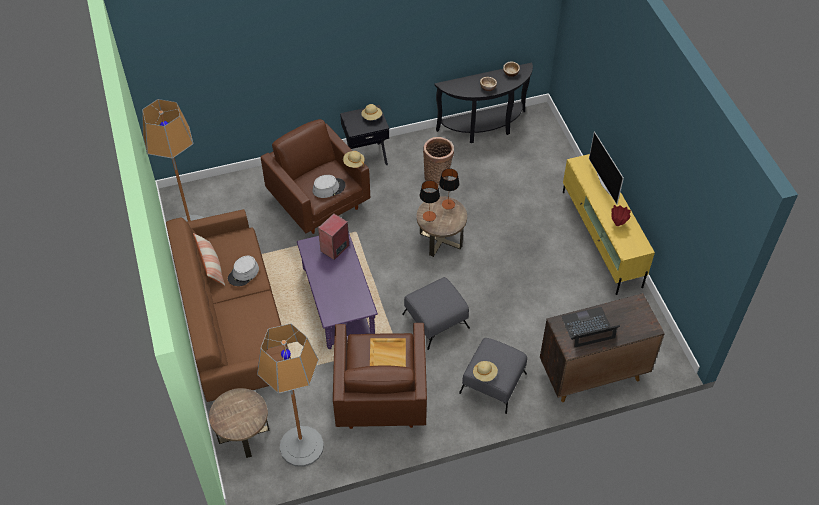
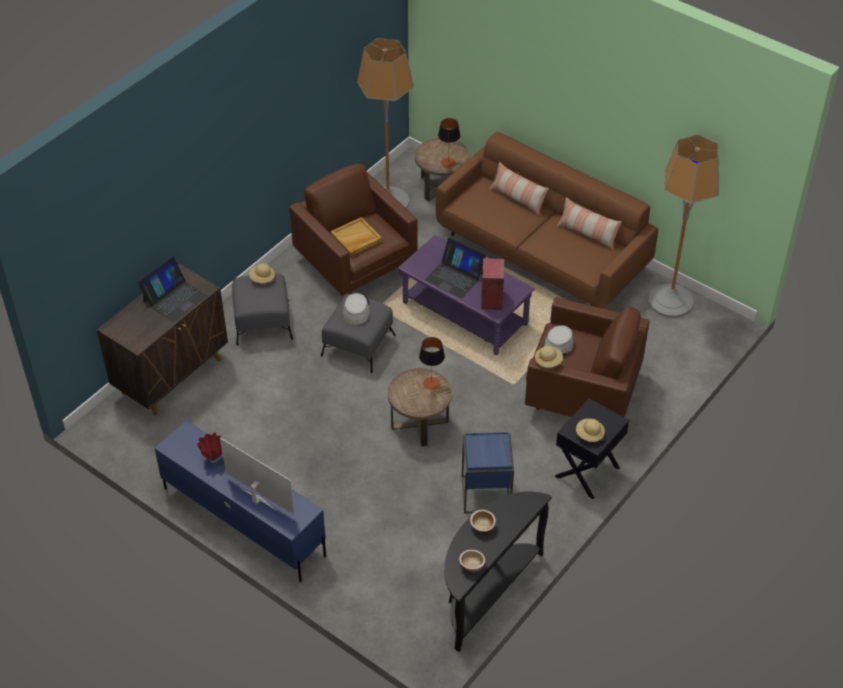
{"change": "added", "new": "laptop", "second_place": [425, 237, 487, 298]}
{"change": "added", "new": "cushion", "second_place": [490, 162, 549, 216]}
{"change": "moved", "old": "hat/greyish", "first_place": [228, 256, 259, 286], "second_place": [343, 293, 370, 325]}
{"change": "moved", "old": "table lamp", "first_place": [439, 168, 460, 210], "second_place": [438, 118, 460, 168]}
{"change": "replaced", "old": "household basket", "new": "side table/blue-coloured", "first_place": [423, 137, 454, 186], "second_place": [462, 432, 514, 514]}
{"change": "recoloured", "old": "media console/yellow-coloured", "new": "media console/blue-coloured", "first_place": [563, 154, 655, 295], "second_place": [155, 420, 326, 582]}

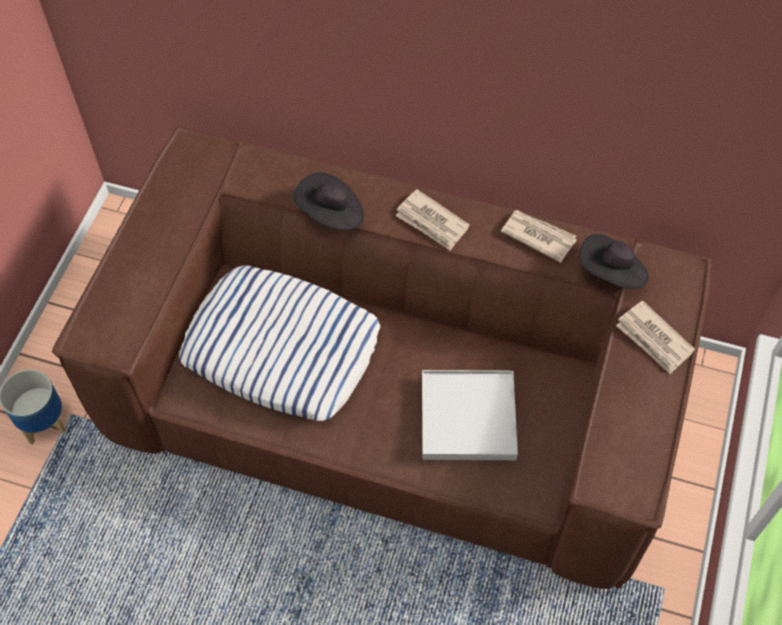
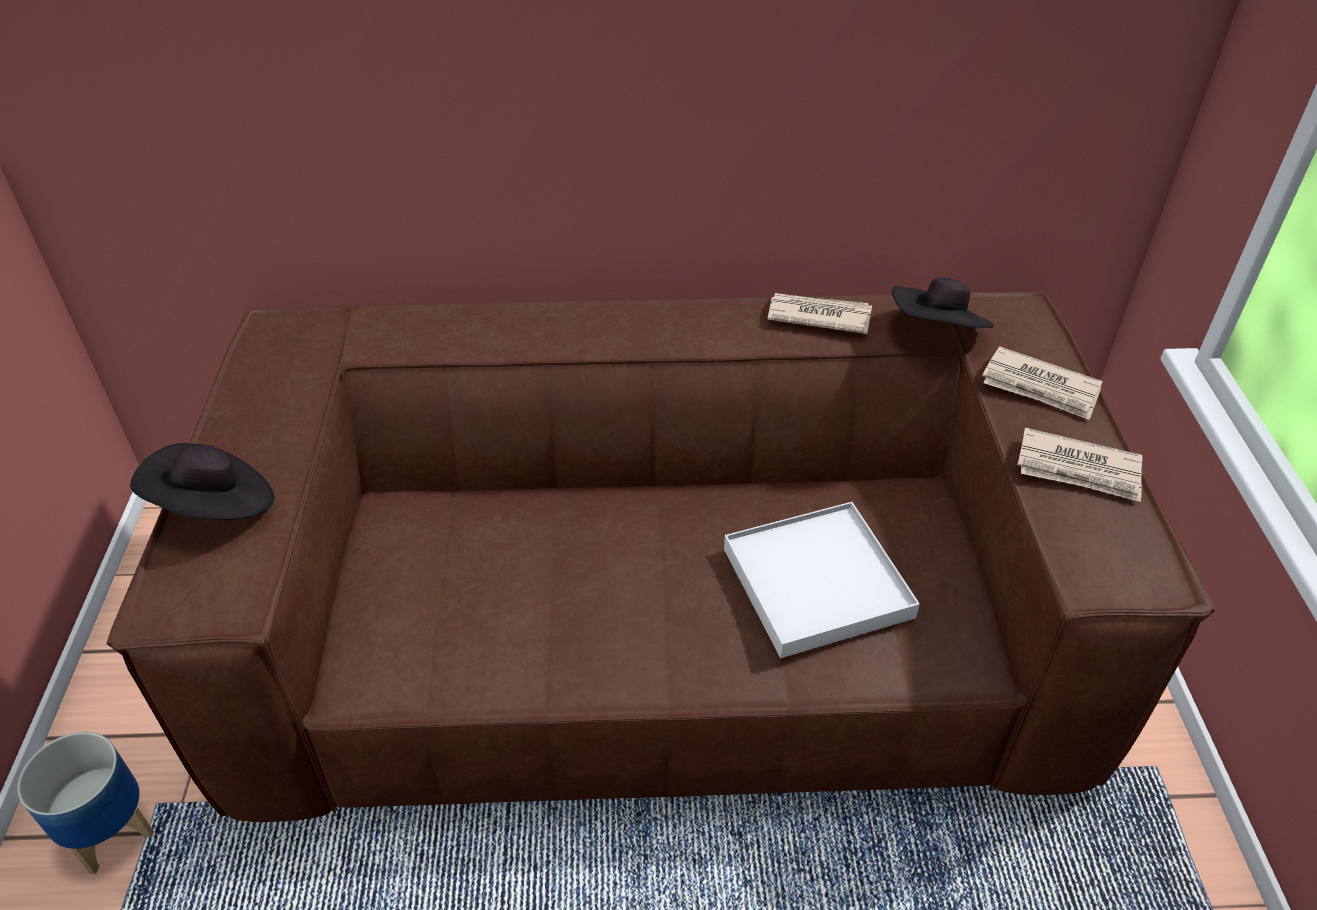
{"change": "removed", "old": "cushion", "first_place": [179, 265, 380, 421]}
{"change": "moved", "old": "hat/black-coloured", "first_place": [293, 173, 364, 230], "second_place": [130, 443, 275, 520]}
{"change": "moved", "old": "newspaper", "first_place": [395, 189, 470, 251], "second_place": [1017, 428, 1142, 502]}

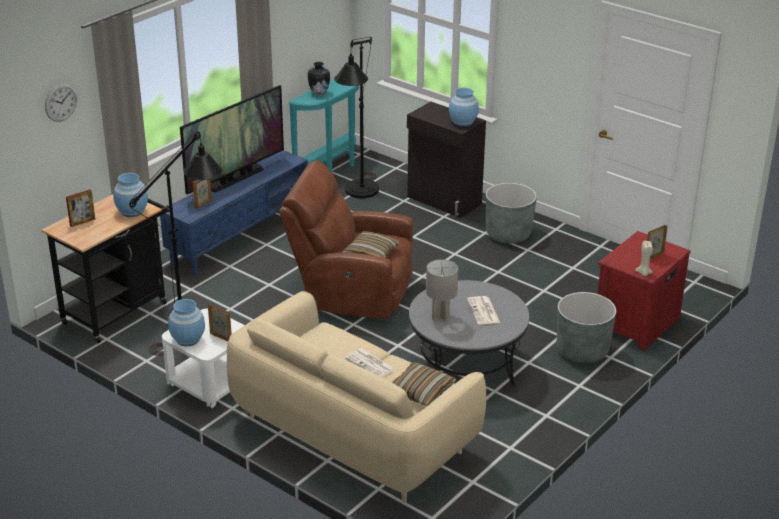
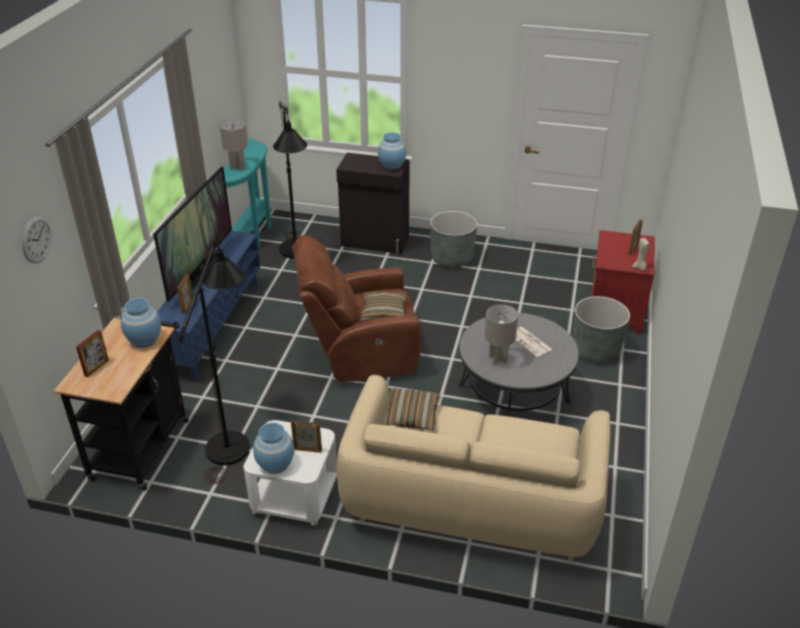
{"change": "removed", "old": "newspaper", "first_place": [345, 348, 396, 377]}
{"change": "moved", "old": "cushion", "first_place": [392, 362, 456, 406], "second_place": [383, 388, 441, 430]}
{"change": "replaced", "old": "vase", "new": "table lamp/greyish", "first_place": [308, 62, 330, 96], "second_place": [220, 119, 248, 171]}

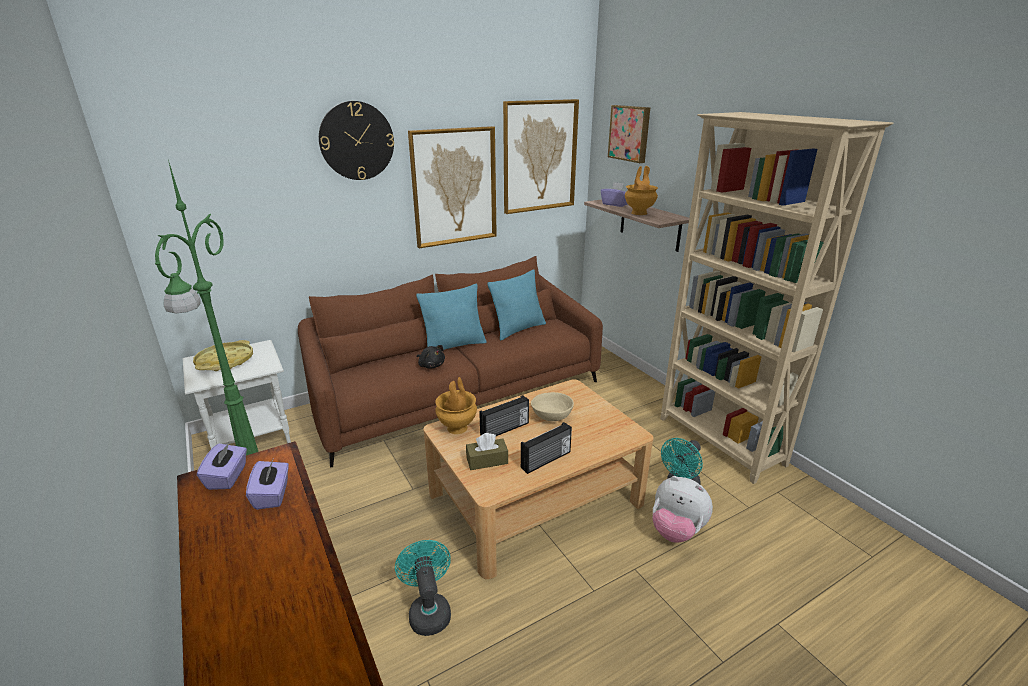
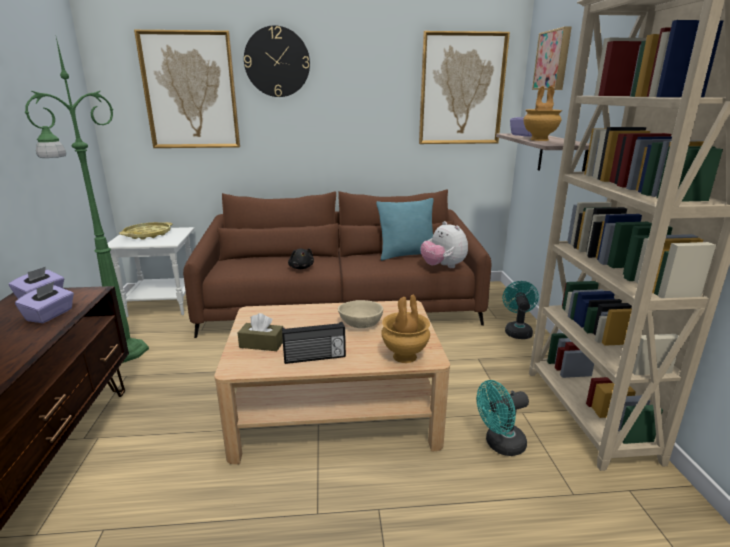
{"change": "removed", "old": "cushion/turquoise-coloured", "first_place": [416, 284, 487, 350]}
{"change": "removed", "old": "radio receiver", "first_place": [479, 395, 529, 436]}
{"change": "moved", "old": "cooling fan/turquoise-coloured", "first_place": [395, 540, 451, 636], "second_place": [503, 281, 539, 339]}
{"change": "moved", "old": "wall picture", "first_place": [408, 126, 497, 248], "second_place": [134, 30, 240, 148]}
{"change": "moved", "old": "vase/brown-coloured", "first_place": [435, 377, 477, 434], "second_place": [381, 295, 430, 363]}
{"change": "moved", "old": "cuddly toy", "first_place": [653, 476, 713, 543], "second_place": [420, 221, 468, 268]}

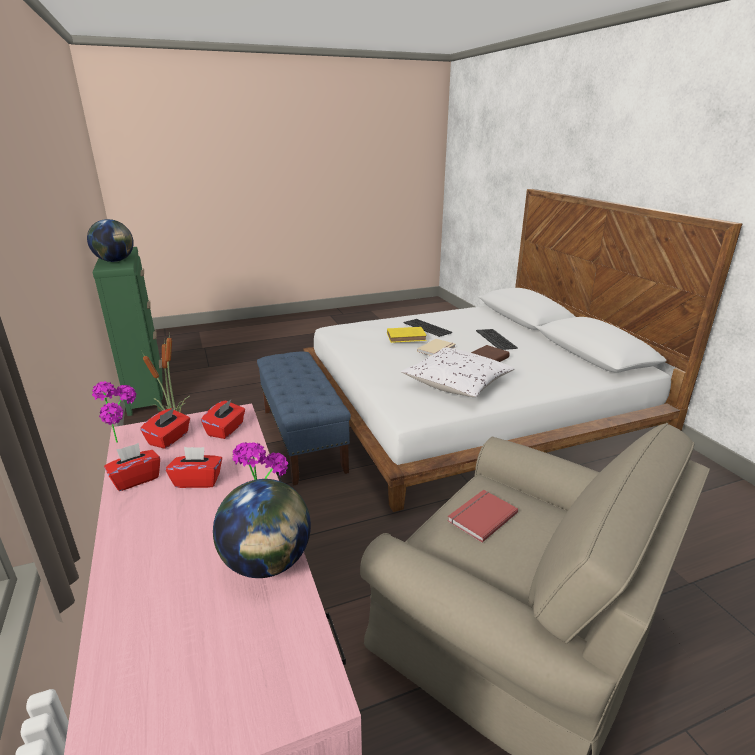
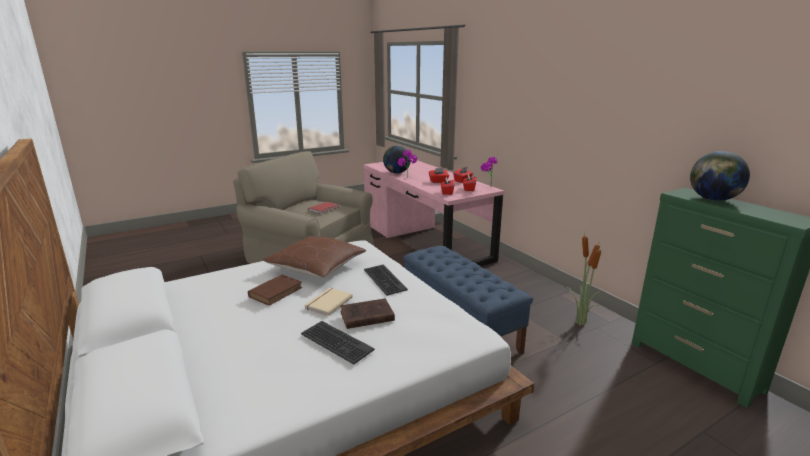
{"change": "moved", "old": "keyboard", "first_place": [476, 329, 518, 350], "second_place": [364, 265, 408, 296]}
{"change": "recoloured", "old": "volume/yellow-coloured", "new": "volume/brown-coloured", "first_place": [387, 327, 427, 343], "second_place": [340, 298, 395, 329]}
{"change": "recoloured", "old": "cushion/whitish", "new": "cushion/brown-coloured", "first_place": [401, 347, 514, 397], "second_place": [263, 236, 366, 278]}

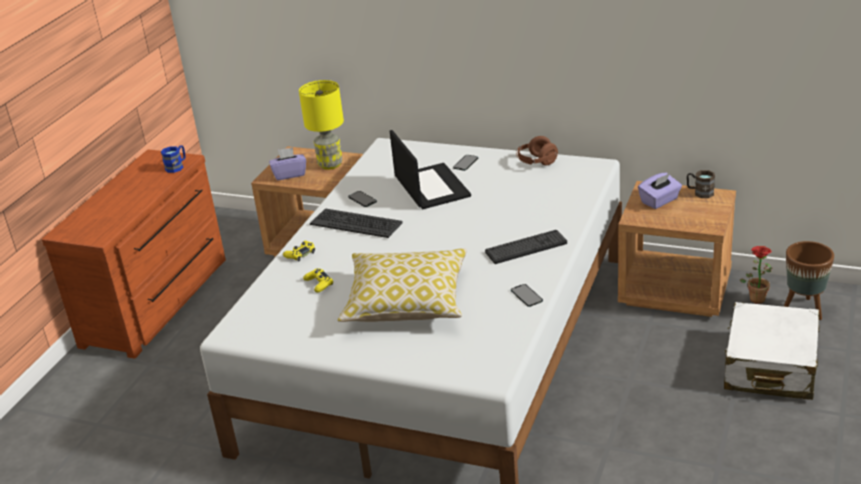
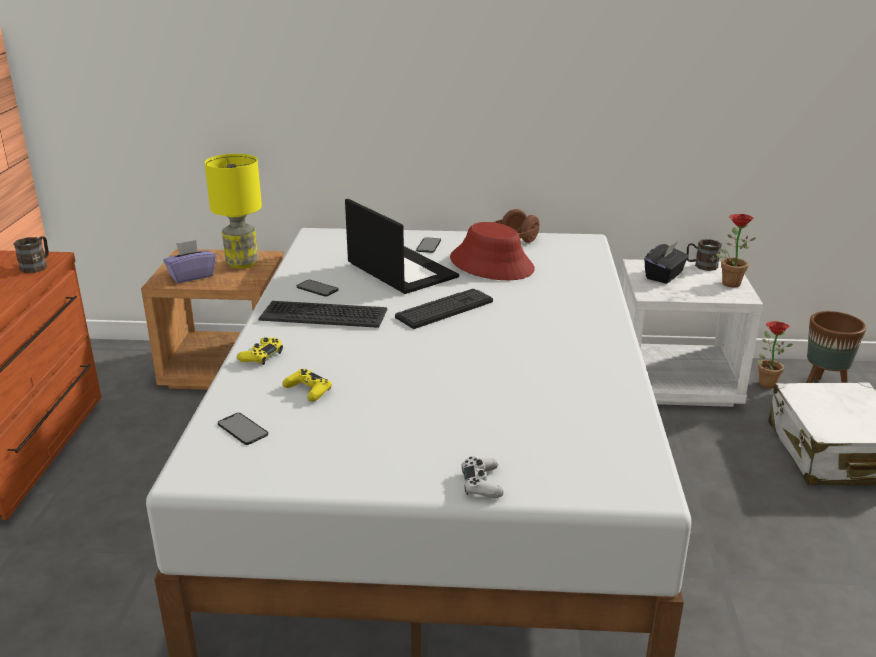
{"change": "removed", "old": "cushion", "first_place": [338, 248, 467, 322]}
{"change": "added", "new": "hat/reddish", "second_place": [450, 222, 535, 280]}
{"change": "added", "new": "gamepad/whitish", "second_place": [462, 457, 504, 498]}
{"change": "added", "new": "houseplant", "second_place": [716, 214, 756, 287]}
{"change": "moved", "old": "keyboard", "first_place": [485, 230, 567, 264], "second_place": [395, 289, 493, 329]}
{"change": "moved", "old": "phone", "first_place": [511, 284, 543, 307], "second_place": [218, 413, 268, 445]}
{"change": "recoloured", "old": "coffee mug/blue-coloured", "new": "coffee mug/brown-coloured", "first_place": [161, 145, 186, 173], "second_place": [14, 236, 49, 273]}
{"change": "recoloured", "old": "night table/brown-coloured", "new": "night table/whitish", "first_place": [618, 181, 736, 317], "second_place": [620, 259, 763, 407]}
{"change": "recoloured", "old": "tissue box/purple", "new": "tissue box/black-coloured", "first_place": [638, 173, 682, 209], "second_place": [644, 242, 689, 284]}

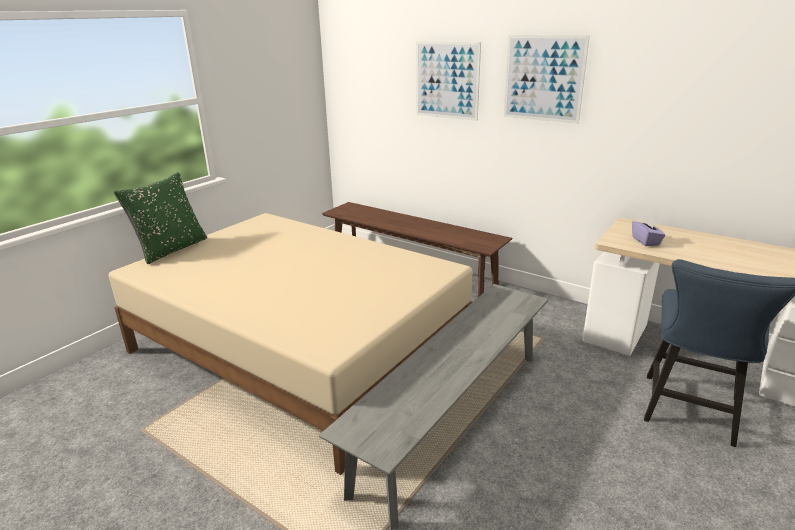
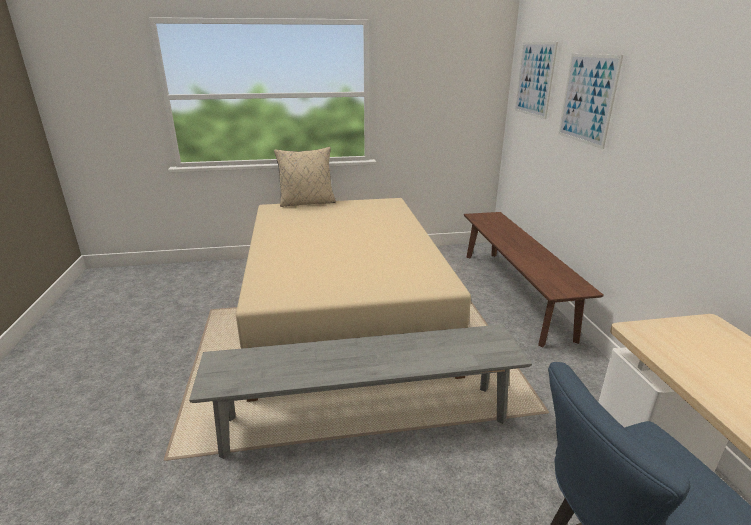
{"change": "removed", "old": "tissue box/purple", "first_place": [632, 217, 666, 246]}
{"change": "moved", "old": "wall picture", "first_place": [504, 35, 590, 124], "second_place": [515, 42, 558, 119]}
{"change": "recoloured", "old": "cushion/green-coloured", "new": "cushion/beige", "first_place": [114, 172, 207, 264], "second_place": [274, 147, 336, 207]}

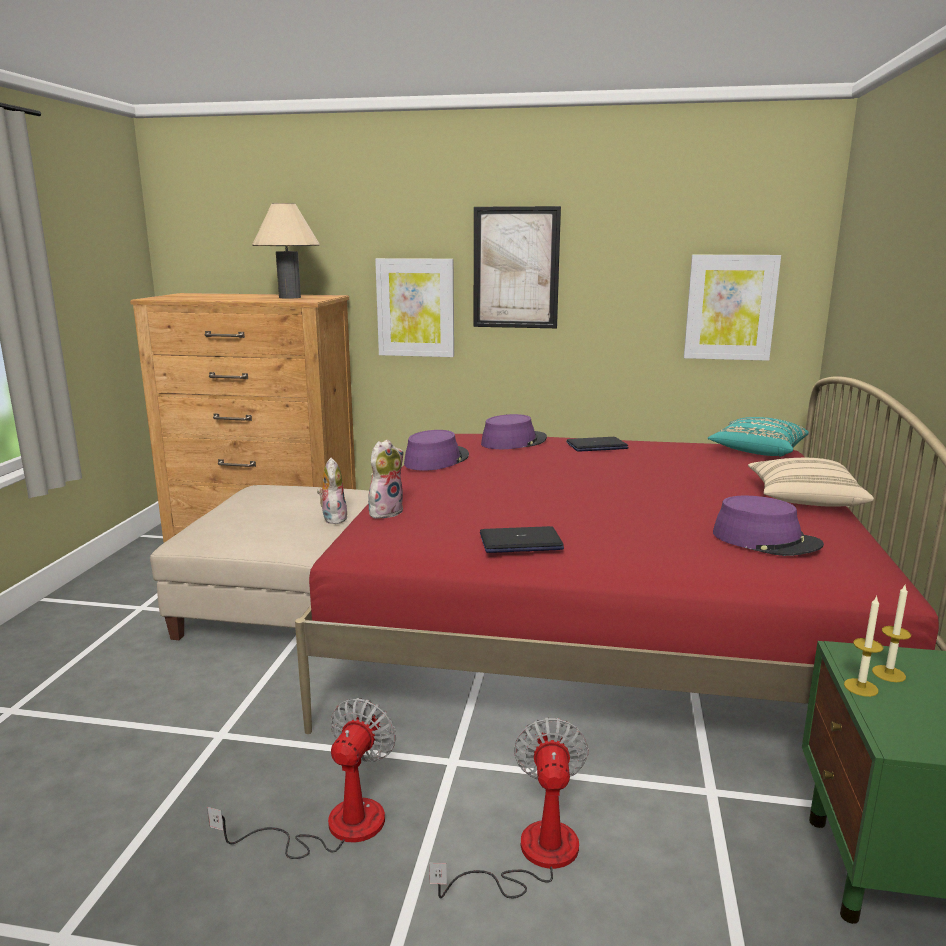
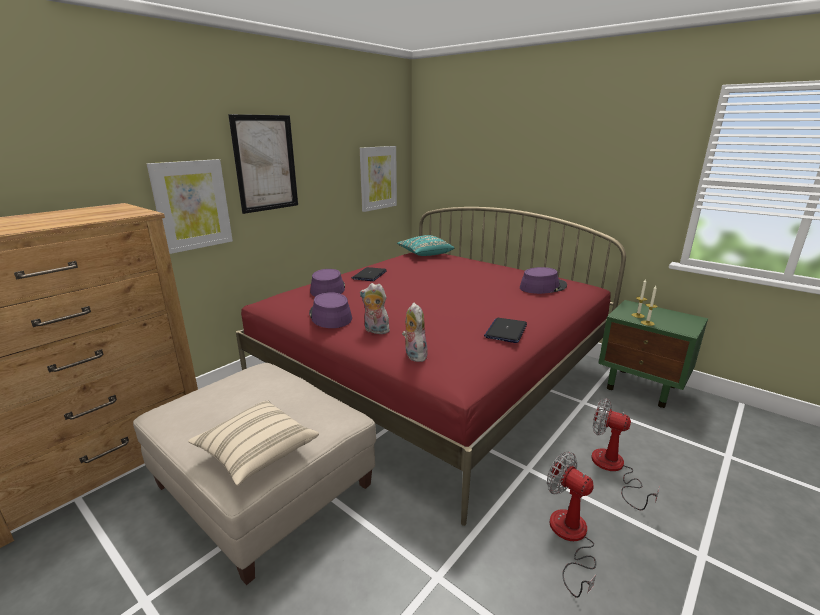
{"change": "removed", "old": "table lamp/beige", "first_place": [252, 203, 320, 299]}
{"change": "moved", "old": "cuddly toy", "first_place": [317, 458, 348, 524], "second_place": [360, 283, 390, 334]}
{"change": "moved", "old": "cushion/beige", "first_place": [748, 458, 874, 507], "second_place": [188, 401, 319, 486]}

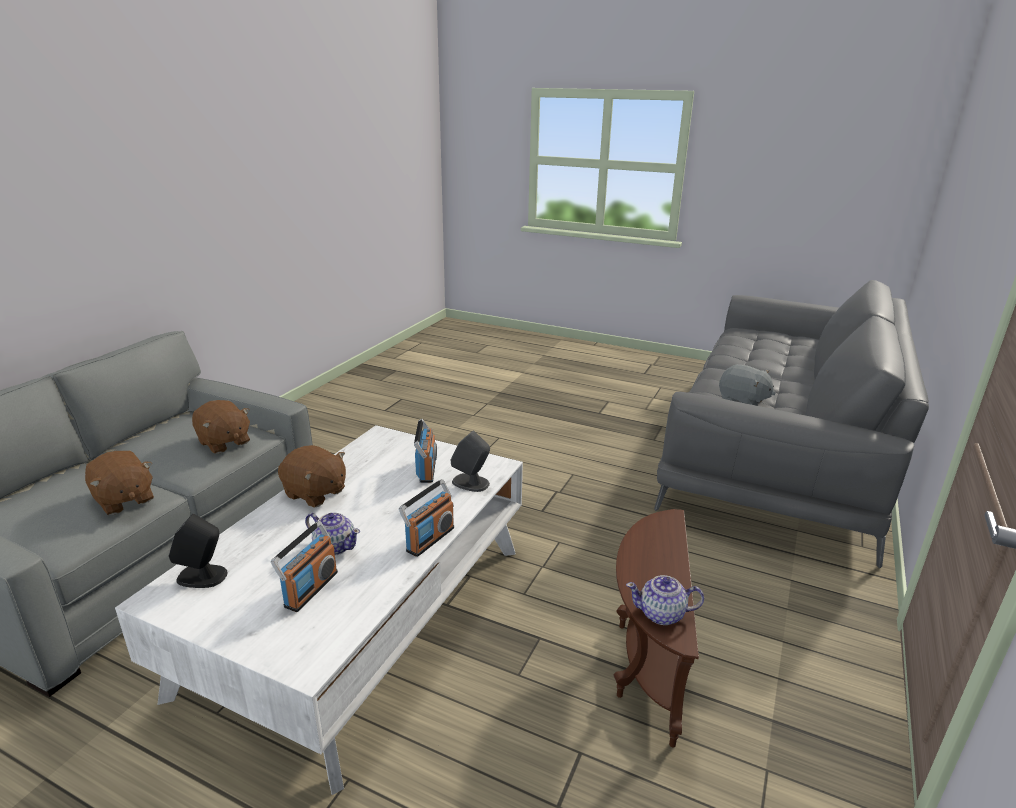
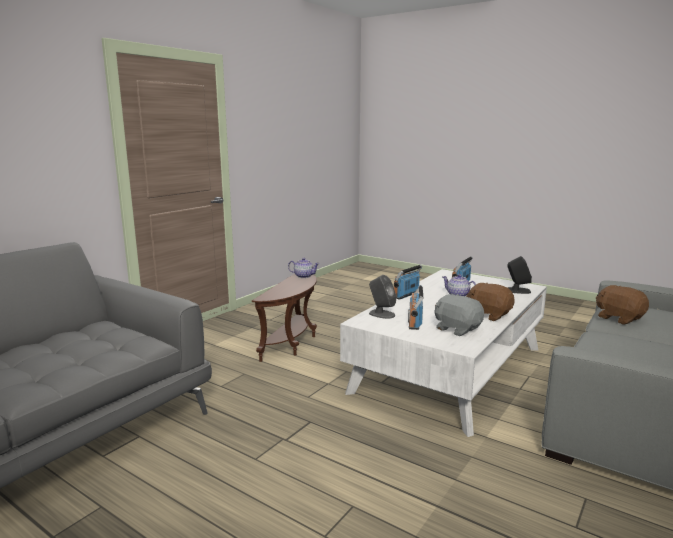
{"change": "removed", "old": "cuddly toy/brown-coloured", "first_place": [192, 400, 250, 454]}
{"change": "moved", "old": "cuddly toy/greyish", "first_place": [719, 364, 776, 406], "second_place": [434, 294, 484, 336]}

